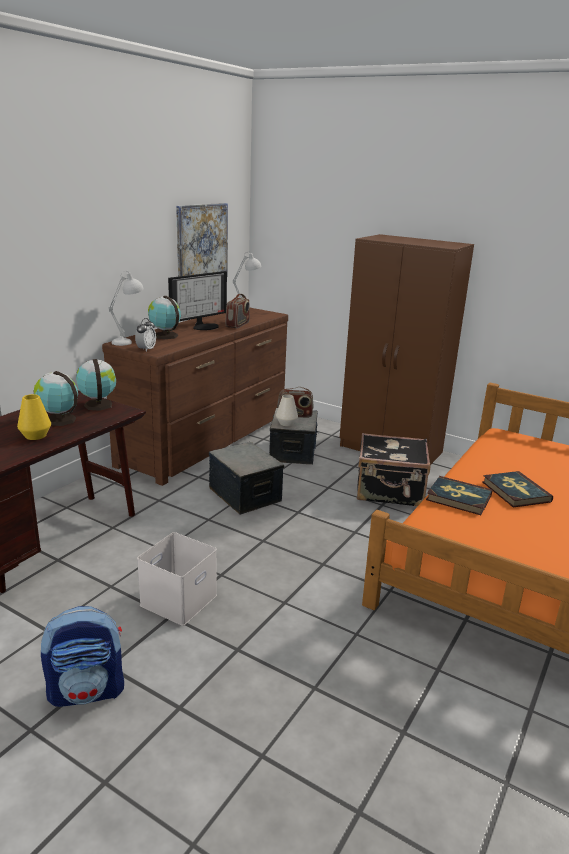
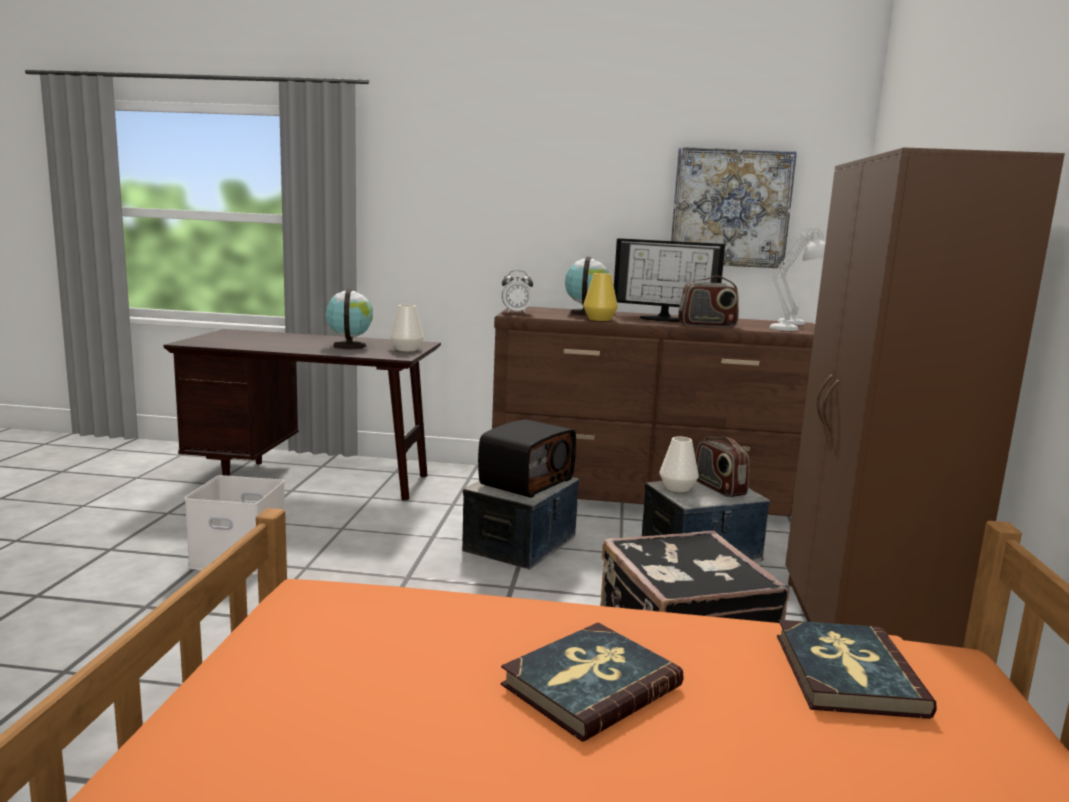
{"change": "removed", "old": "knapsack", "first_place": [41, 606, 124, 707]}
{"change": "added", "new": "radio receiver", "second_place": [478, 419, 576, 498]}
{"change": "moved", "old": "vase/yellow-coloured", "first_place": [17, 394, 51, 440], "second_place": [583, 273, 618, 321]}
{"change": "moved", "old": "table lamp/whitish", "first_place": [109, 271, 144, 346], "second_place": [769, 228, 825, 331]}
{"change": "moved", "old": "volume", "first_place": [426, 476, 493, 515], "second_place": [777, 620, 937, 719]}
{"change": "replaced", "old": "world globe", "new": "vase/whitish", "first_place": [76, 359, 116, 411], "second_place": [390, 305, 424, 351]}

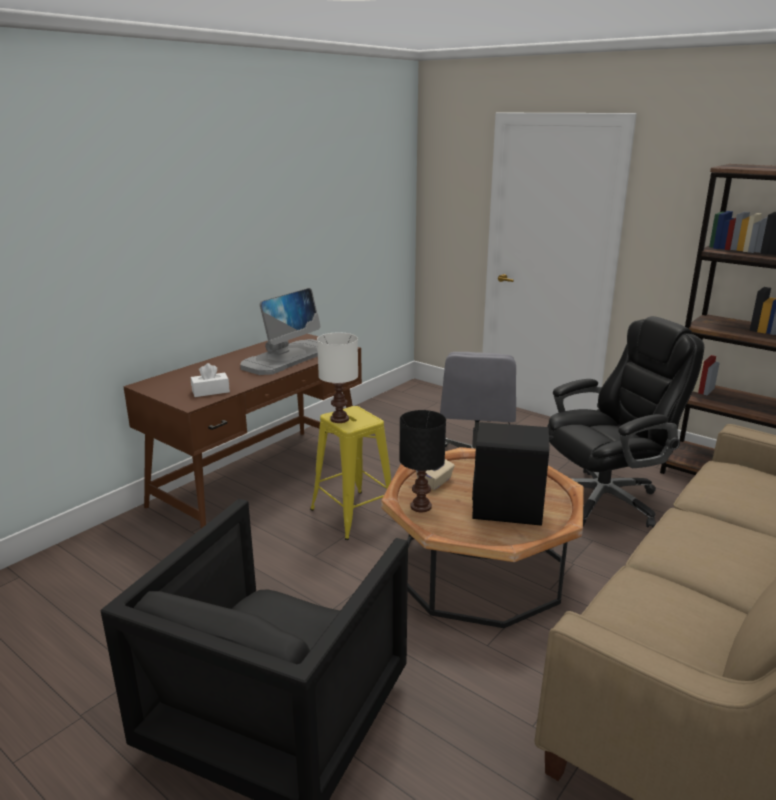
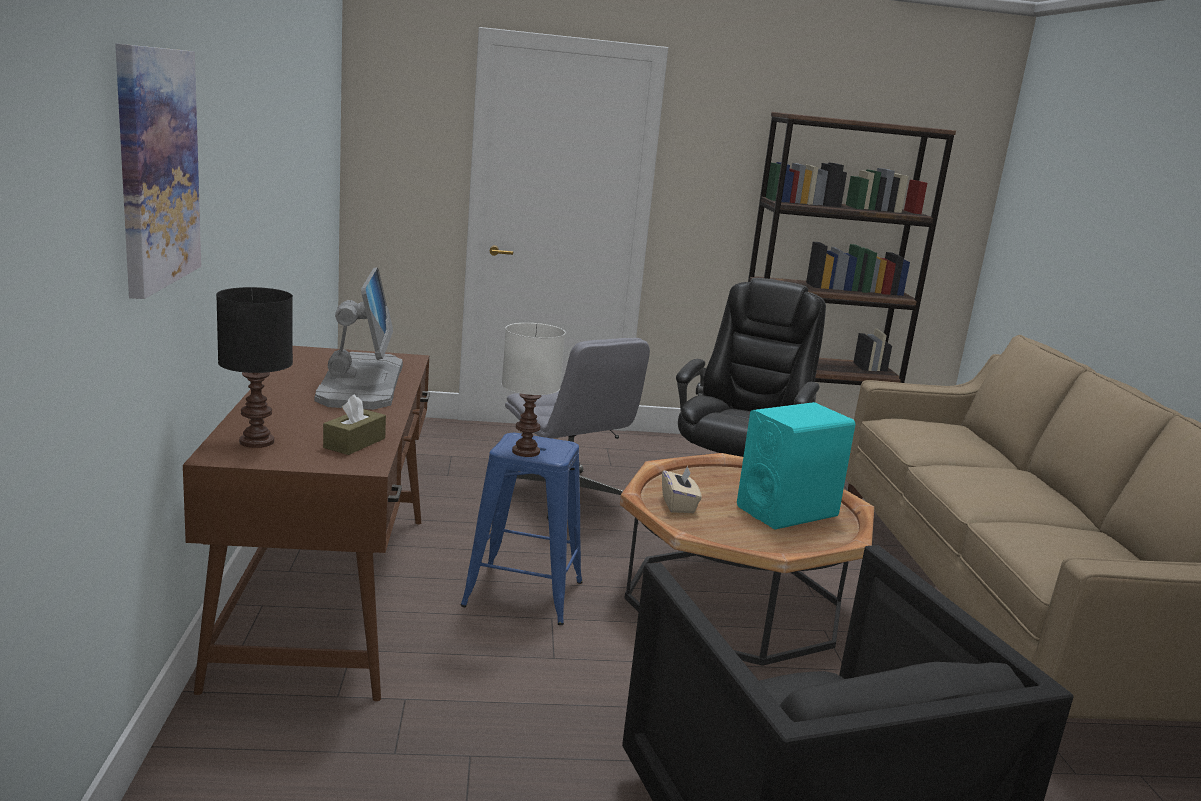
{"change": "added", "new": "wall picture", "second_place": [115, 43, 201, 299]}
{"change": "moved", "old": "table lamp/black-coloured", "first_place": [399, 410, 446, 513], "second_place": [216, 287, 293, 448]}
{"change": "recoloured", "old": "tissue box/whitish", "new": "tissue box/brown-coloured", "first_place": [191, 363, 230, 397], "second_place": [323, 394, 386, 455]}
{"change": "recoloured", "old": "sitting stool/yellow-coloured", "new": "sitting stool/blue-coloured", "first_place": [310, 406, 391, 540], "second_place": [460, 433, 583, 625]}
{"change": "recoloured", "old": "audio speaker/black-coloured", "new": "audio speaker/turquoise-coloured", "first_place": [472, 422, 554, 526], "second_place": [737, 402, 855, 529]}

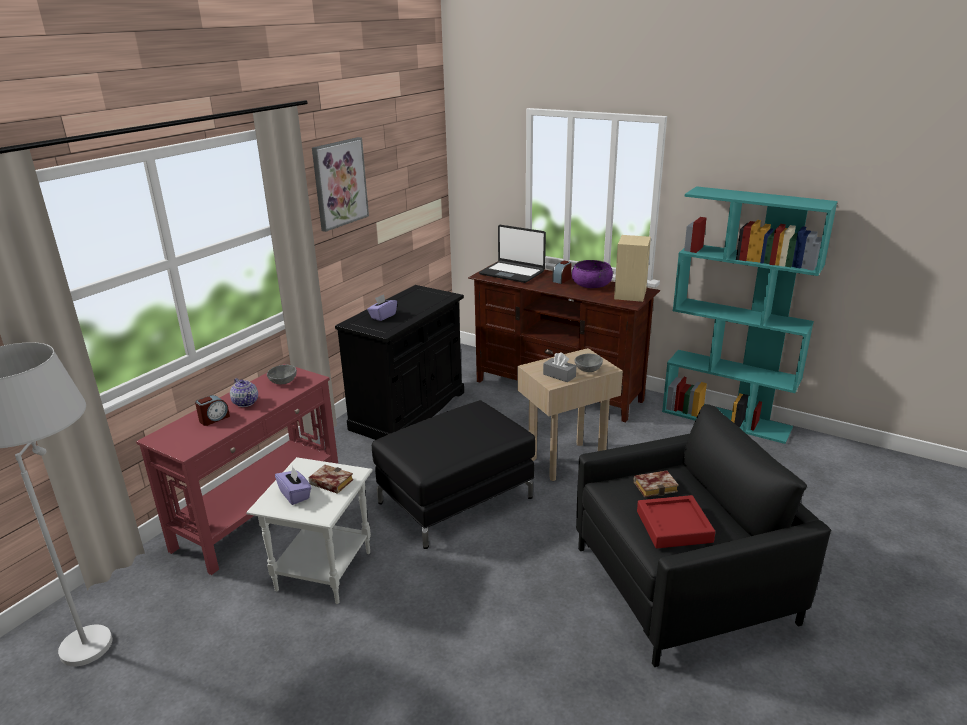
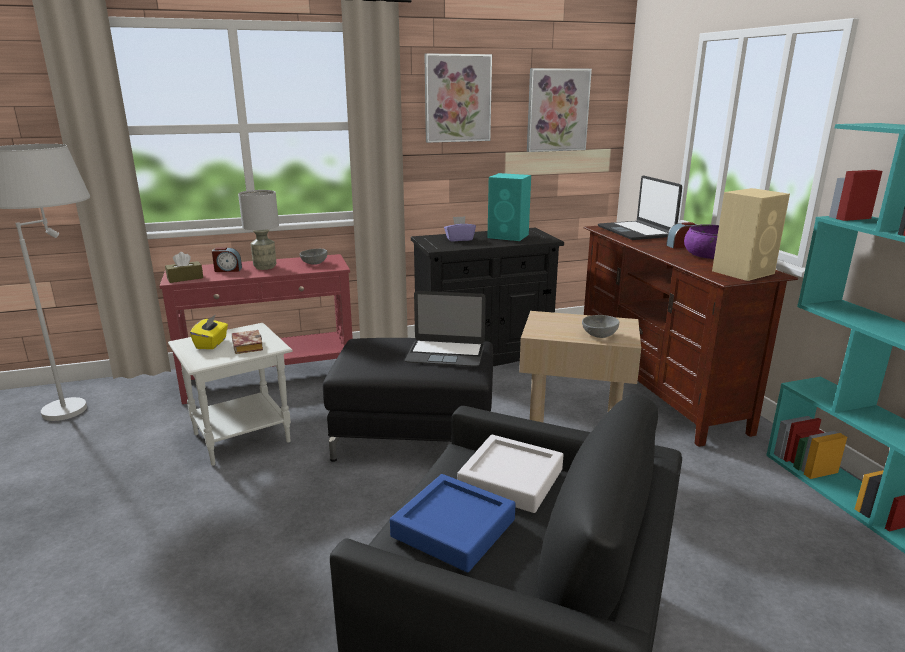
{"change": "removed", "old": "tissue box/greyish", "first_place": [543, 352, 576, 382]}
{"change": "added", "new": "tissue box/brown-coloured", "second_place": [165, 252, 203, 283]}
{"change": "added", "new": "laptop", "second_place": [405, 291, 486, 366]}
{"change": "added", "new": "audio speaker/turquoise-coloured", "second_place": [487, 173, 531, 241]}
{"change": "added", "new": "wall picture", "second_place": [527, 68, 592, 152]}
{"change": "replaced", "old": "teapot", "new": "table lamp/greyish", "first_place": [230, 378, 258, 407], "second_place": [238, 190, 279, 270]}
{"change": "replaced", "old": "volume", "new": "serving tray/whitish", "first_place": [634, 470, 679, 497], "second_place": [457, 434, 564, 513]}
{"change": "recoloured", "old": "tissue box/purple", "new": "tissue box/yellow-coloured", "first_place": [275, 466, 311, 505], "second_place": [190, 314, 228, 349]}
{"change": "recoloured", "old": "serving tray/reddish", "new": "serving tray/blue-coloured", "first_place": [637, 495, 715, 549], "second_place": [390, 474, 516, 572]}

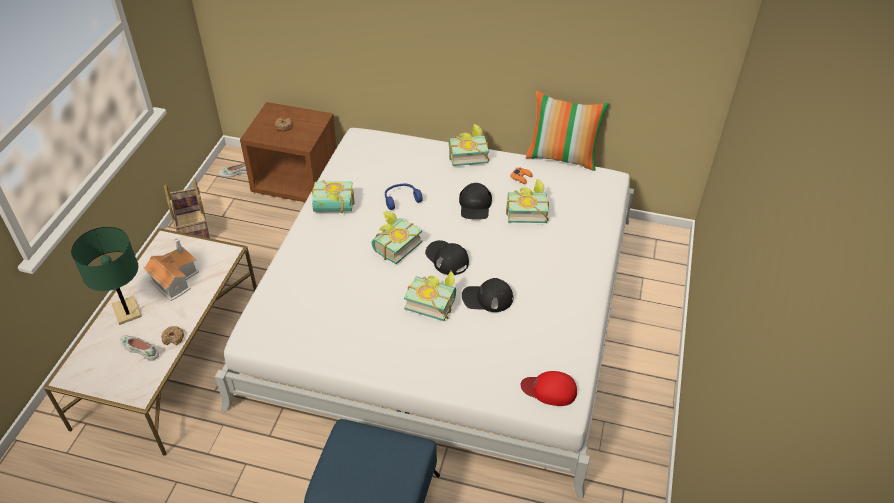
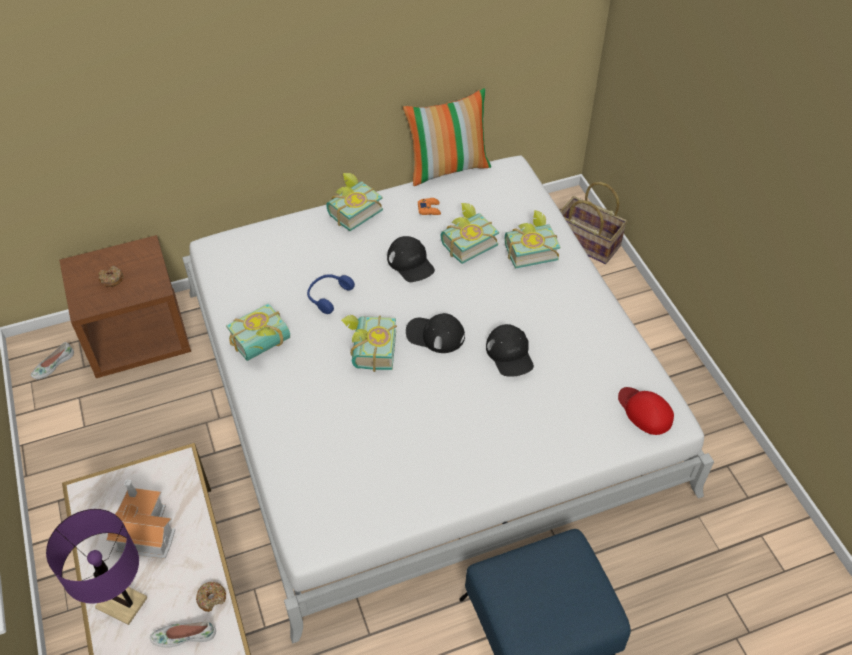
{"change": "moved", "old": "household basket", "first_place": [164, 179, 210, 238], "second_place": [560, 182, 627, 264]}
{"change": "moved", "old": "volume", "first_place": [404, 271, 456, 321], "second_place": [505, 210, 560, 269]}
{"change": "recoloured", "old": "table lamp/green-coloured", "new": "table lamp/purple", "first_place": [71, 227, 142, 325], "second_place": [46, 509, 148, 625]}
{"change": "turned", "old": "cap/black-coloured", "first_place": [462, 278, 513, 312], "second_place": [486, 324, 534, 376], "degrees": -75}
{"change": "turned", "old": "cap/reddish", "first_place": [521, 371, 577, 406], "second_place": [618, 387, 674, 435], "degrees": 75}

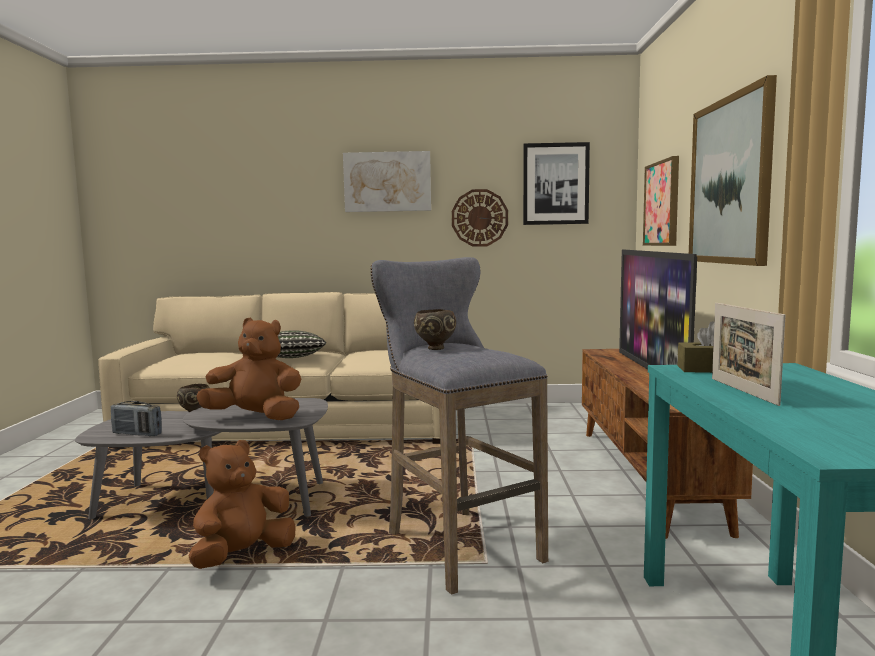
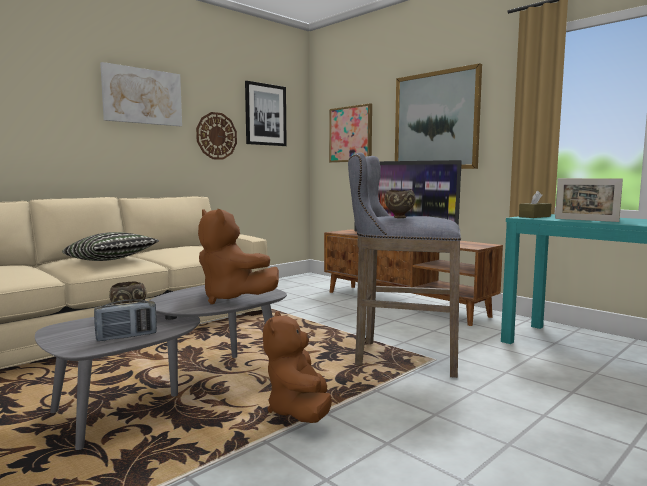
{"change": "turned", "old": "cuddly toy/brown-coloured", "first_place": [196, 318, 301, 420], "second_place": [198, 209, 279, 304], "degrees": -105}

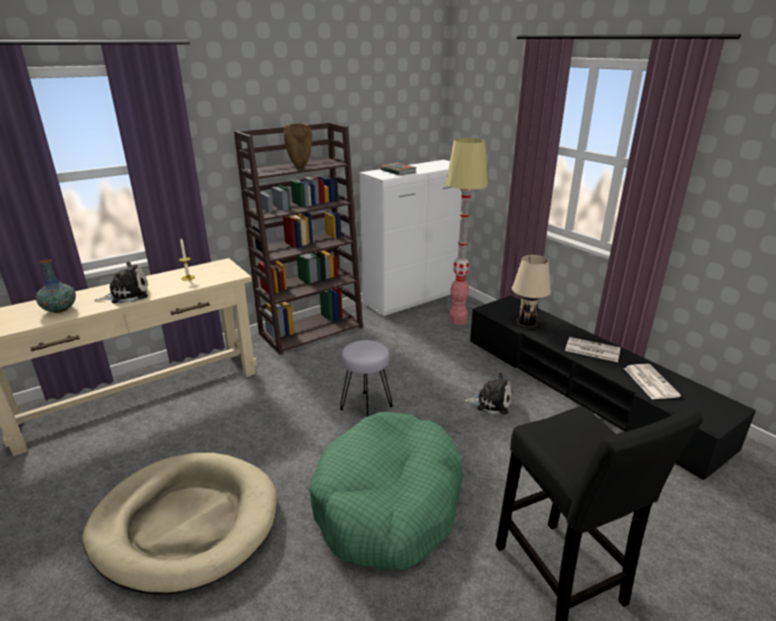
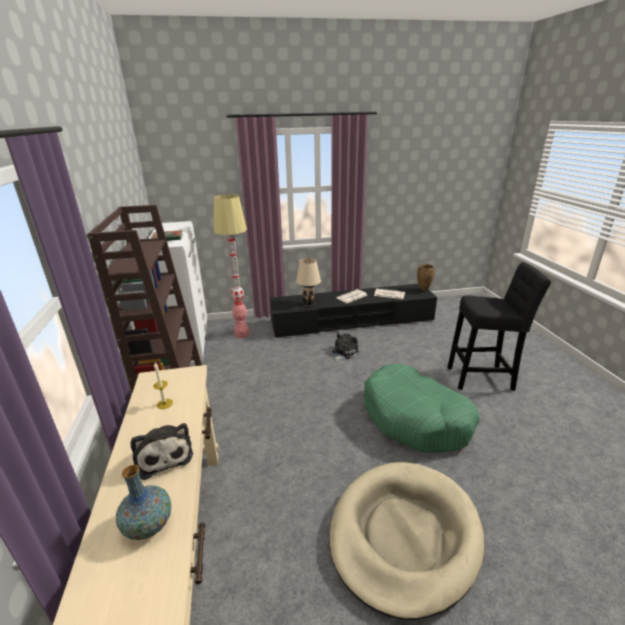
{"change": "removed", "old": "sitting stool/greyish", "first_place": [340, 340, 393, 417]}
{"change": "moved", "old": "vase/brown-coloured", "first_place": [284, 123, 312, 169], "second_place": [417, 264, 435, 291]}
{"change": "turned", "old": "cuddly toy", "first_place": [94, 262, 148, 303], "second_place": [131, 423, 193, 480], "degrees": 150}

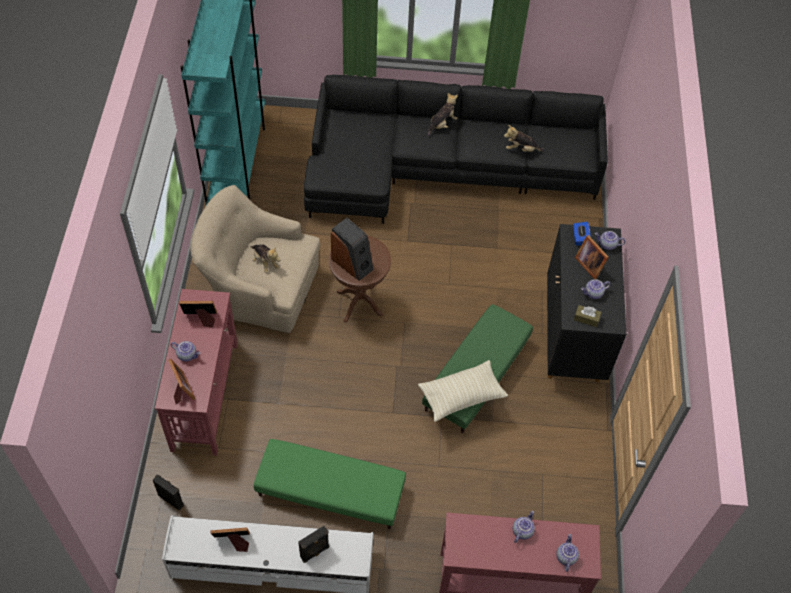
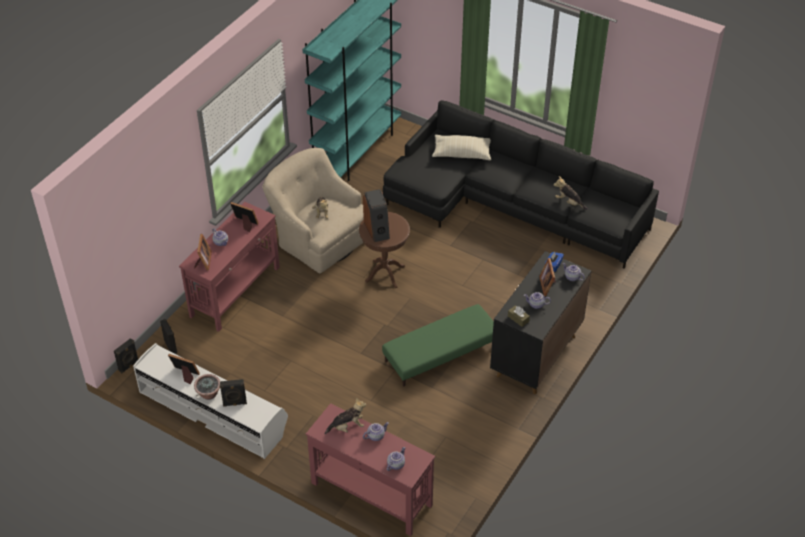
{"change": "removed", "old": "footrest/green-coloured", "first_place": [254, 439, 406, 529]}
{"change": "added", "new": "audio speaker/black-coloured", "second_place": [114, 338, 138, 373]}
{"change": "added", "new": "houseplant", "second_place": [194, 374, 220, 400]}
{"change": "moved", "old": "cushion/beige", "first_place": [418, 360, 508, 422], "second_place": [432, 135, 491, 160]}
{"change": "moved", "old": "cuddly toy", "first_place": [427, 93, 458, 137], "second_place": [325, 397, 366, 434]}

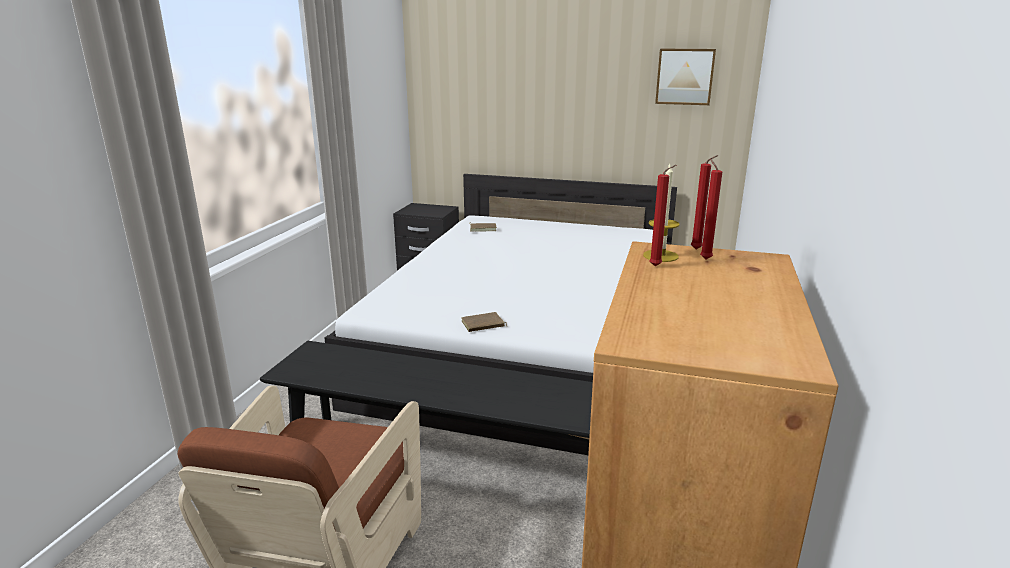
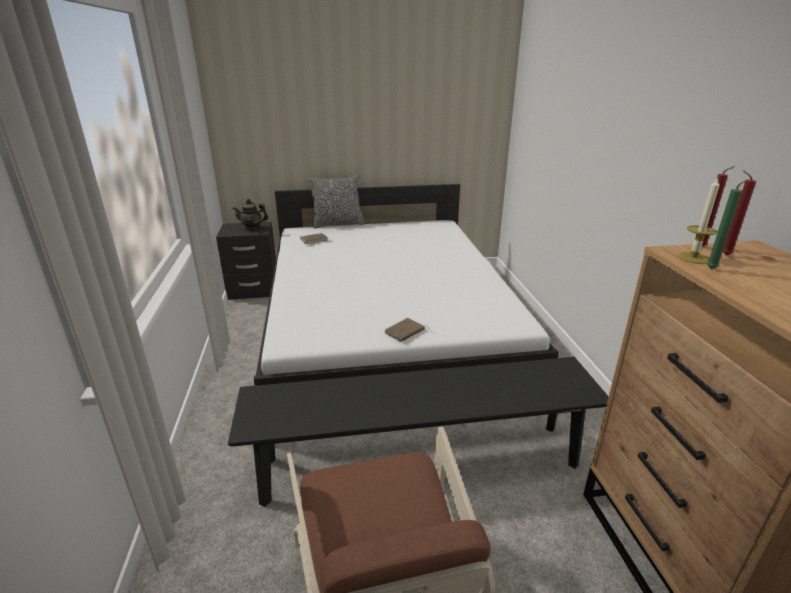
{"change": "removed", "old": "wall picture", "first_place": [655, 49, 716, 105]}
{"change": "added", "new": "teapot", "second_place": [233, 199, 269, 231]}
{"change": "added", "new": "cushion", "second_place": [309, 175, 364, 229]}
{"change": "recoloured", "old": "candle/reddish", "new": "candle/green-coloured", "first_place": [649, 165, 676, 266], "second_place": [707, 180, 747, 269]}

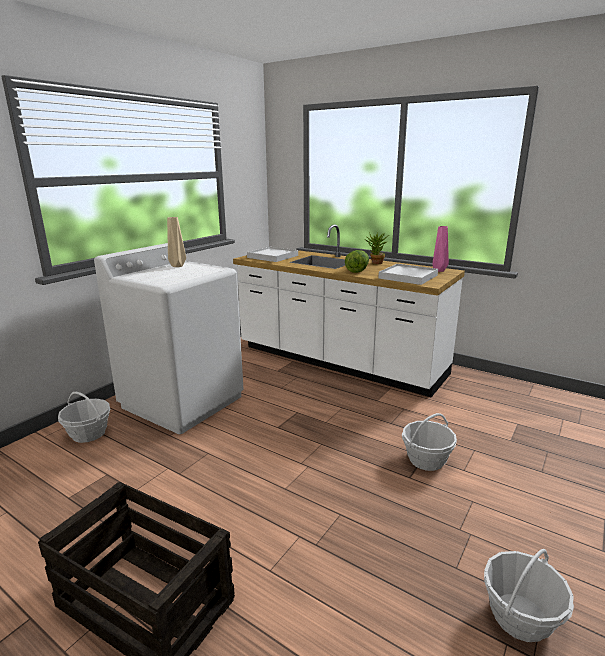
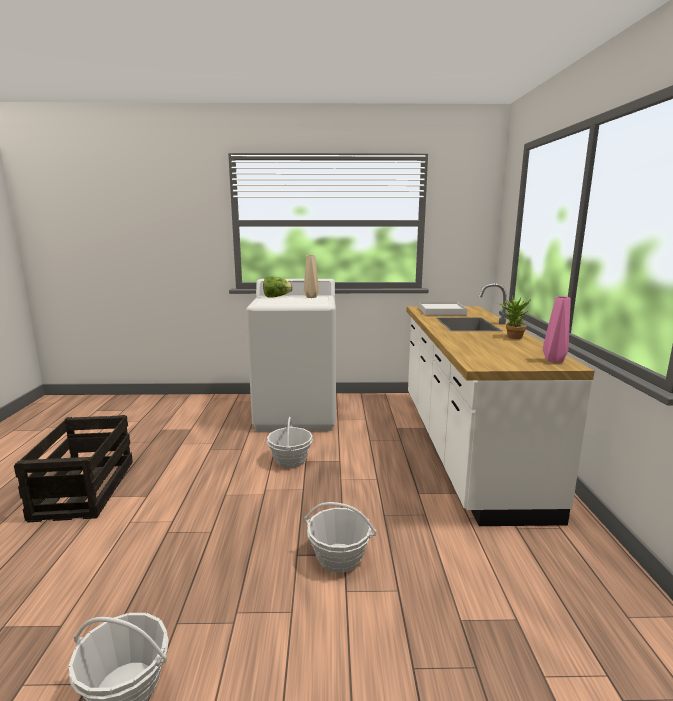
{"change": "removed", "old": "serving tray/whitish", "first_place": [378, 264, 438, 285]}
{"change": "moved", "old": "household basket", "first_place": [58, 392, 110, 443], "second_place": [267, 417, 313, 468]}
{"change": "moved", "old": "head of lettuce", "first_place": [345, 250, 369, 273], "second_place": [263, 276, 293, 298]}

